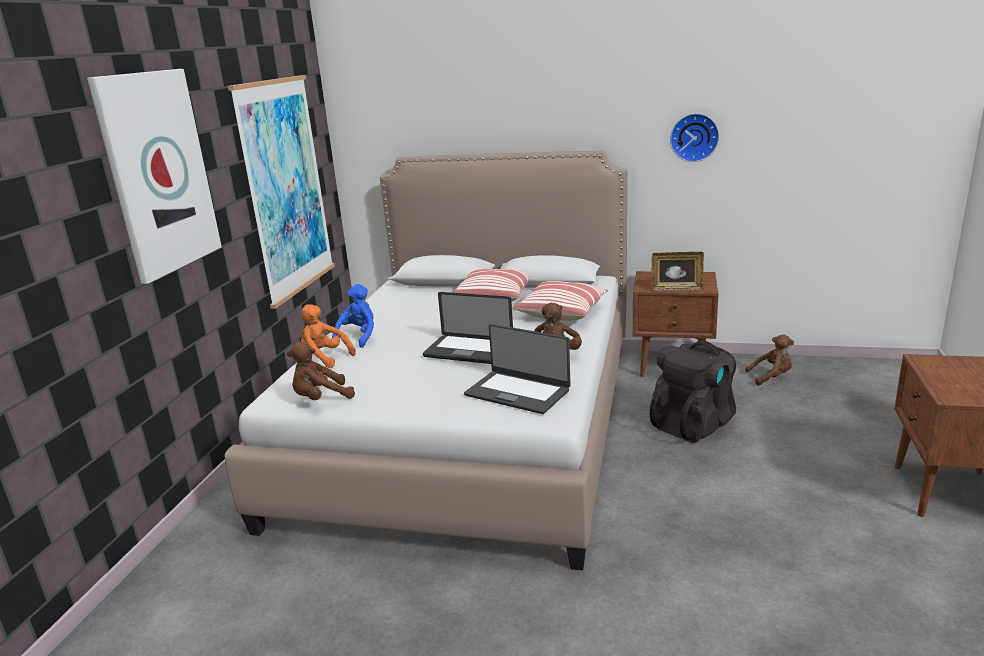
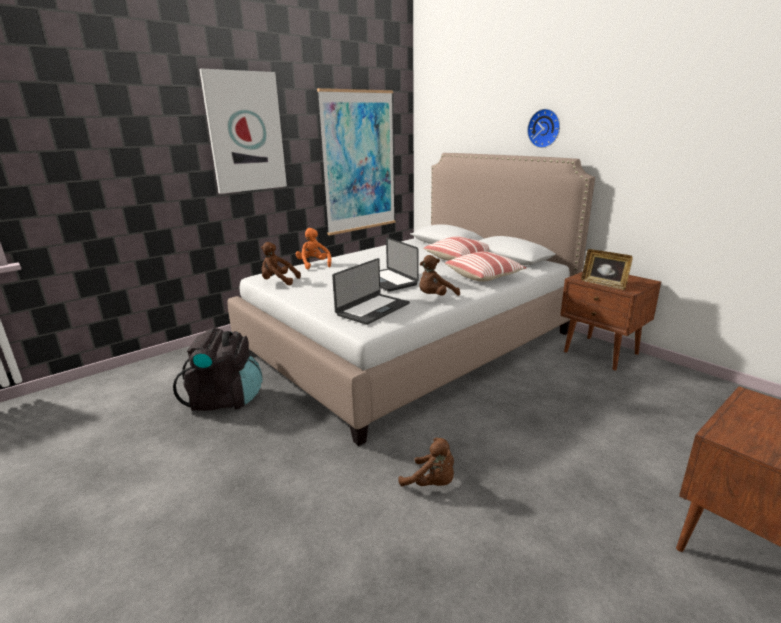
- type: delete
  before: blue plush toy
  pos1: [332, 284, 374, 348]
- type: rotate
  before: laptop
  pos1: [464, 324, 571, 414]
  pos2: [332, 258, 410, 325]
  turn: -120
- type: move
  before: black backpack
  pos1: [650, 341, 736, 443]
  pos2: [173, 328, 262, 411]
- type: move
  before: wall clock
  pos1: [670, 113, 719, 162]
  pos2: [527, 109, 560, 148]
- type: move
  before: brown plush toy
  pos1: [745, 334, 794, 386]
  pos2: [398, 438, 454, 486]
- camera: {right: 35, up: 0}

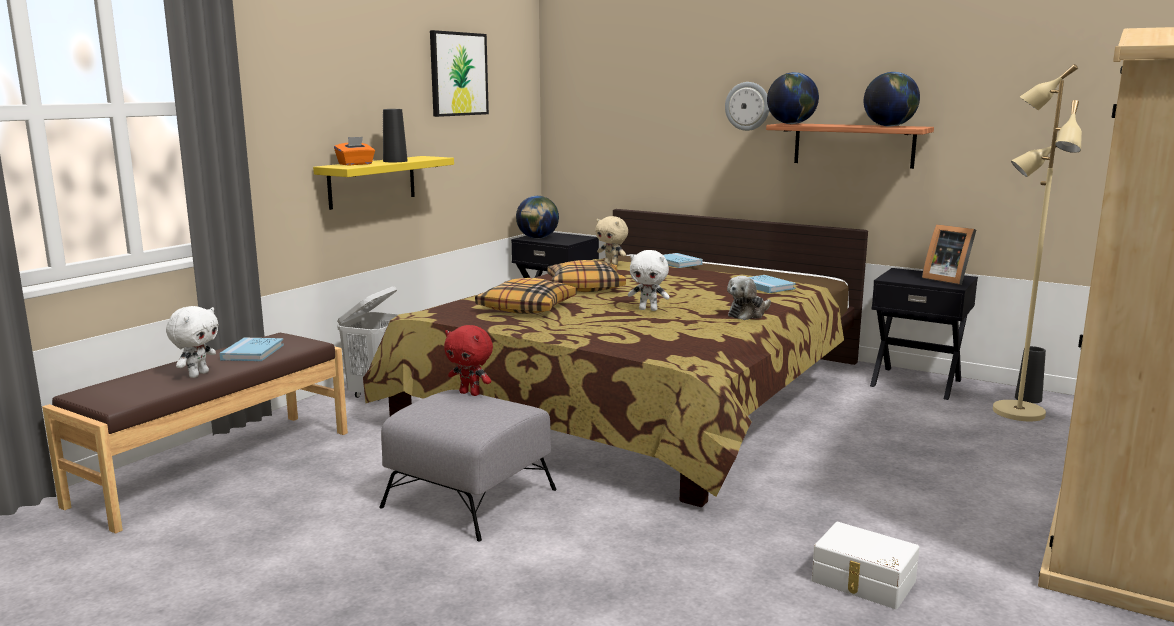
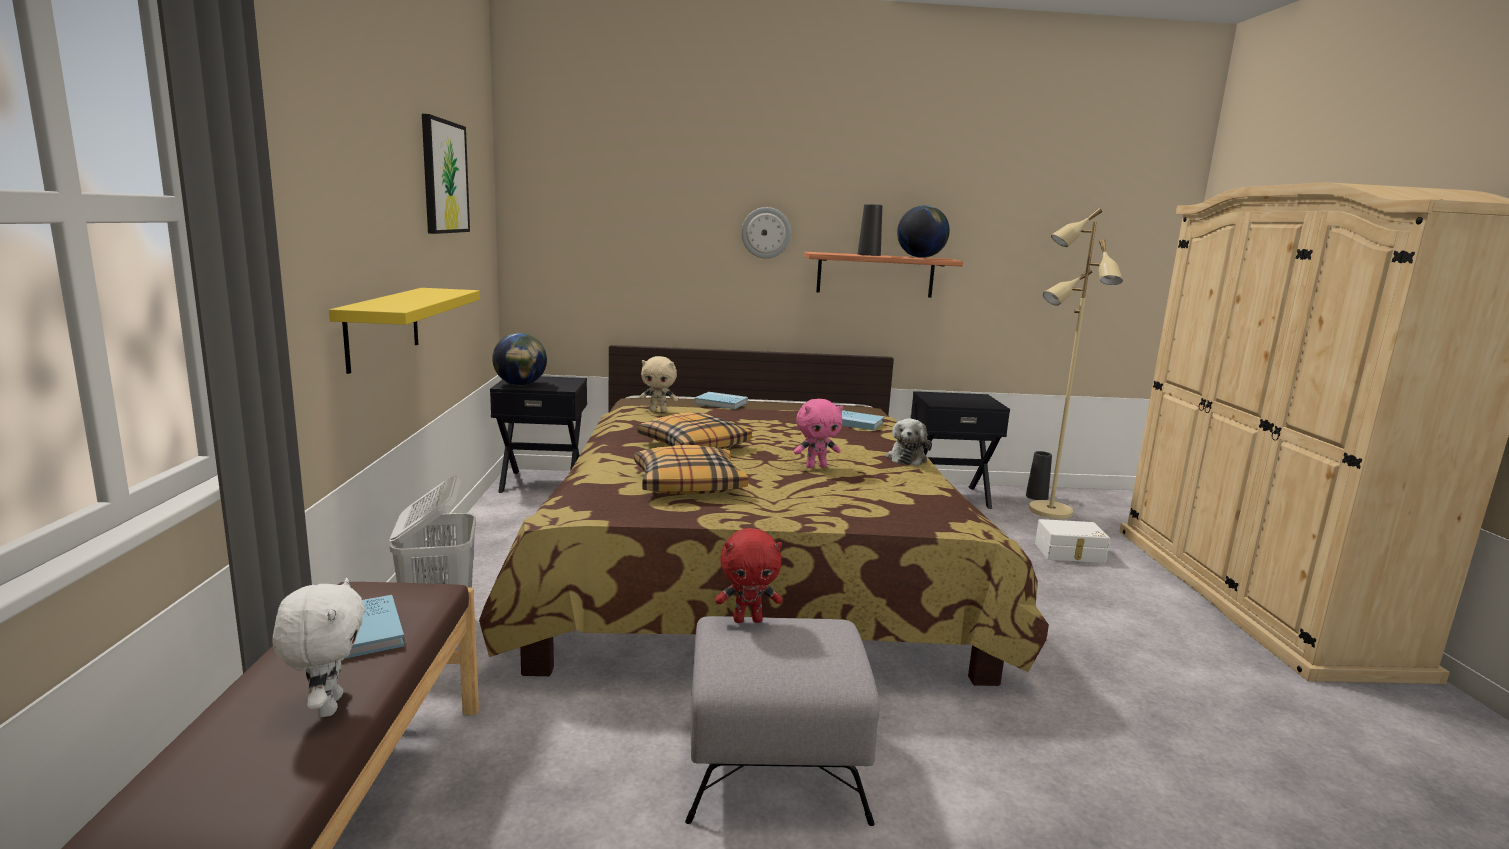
- type: delete
  before: orange tissue box
  pos1: [334, 137, 375, 165]
- type: move
  before: black vase
  pos1: [383, 109, 408, 162]
  pos2: [858, 204, 882, 256]
- type: recolor
  before: white plush toy
  after: pink plush toy
  pos1: [628, 250, 670, 311]
  pos2: [794, 399, 843, 468]
- type: delete
  before: globe
  pos1: [767, 72, 819, 124]
- type: move
  before: white storage box
  pos1: [812, 522, 919, 609]
  pos2: [1035, 519, 1110, 563]
- type: delete
  before: picture frame
  pos1: [922, 224, 976, 285]
- camera: {right: -35, up: 0}

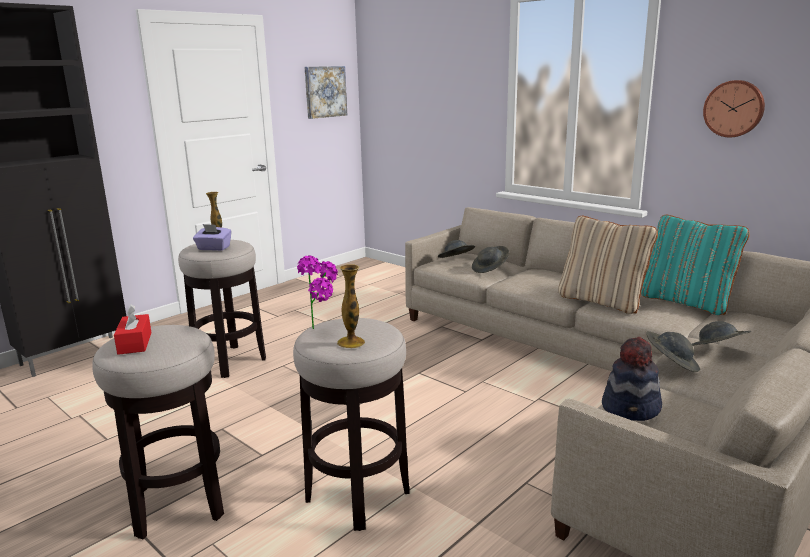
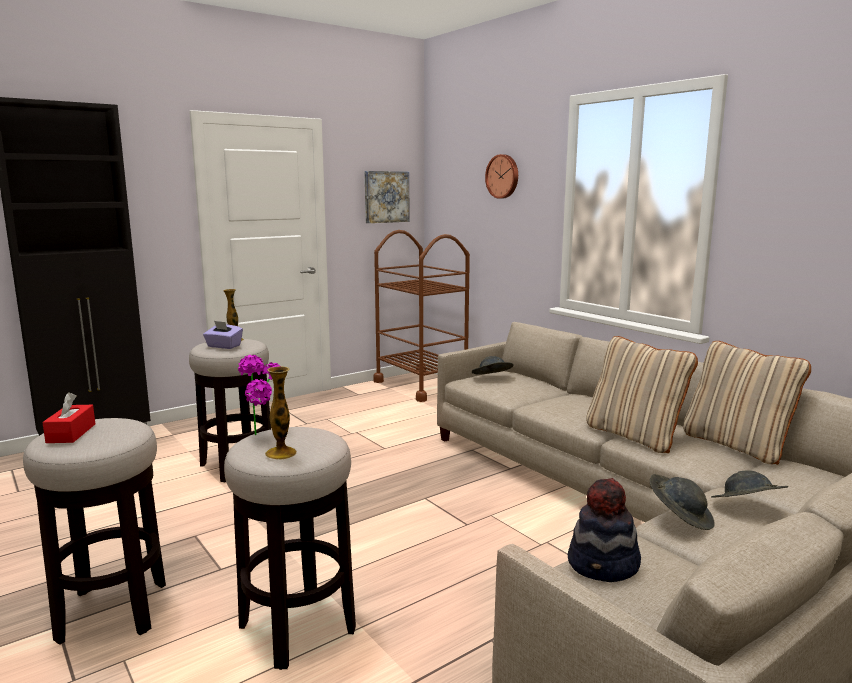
- type: delete
  before: grey hat
  pos1: [472, 246, 509, 273]
- type: recolor
  before: turquoise pillow
  after: beige pillow
  pos1: [641, 215, 749, 315]
  pos2: [683, 341, 811, 465]
- type: move
  before: wall clock
  pos1: [703, 80, 765, 137]
  pos2: [485, 154, 518, 199]
- type: insert
  after: brown cart
  pos2: [373, 230, 470, 402]
- camera: {right: 10, up: -5}

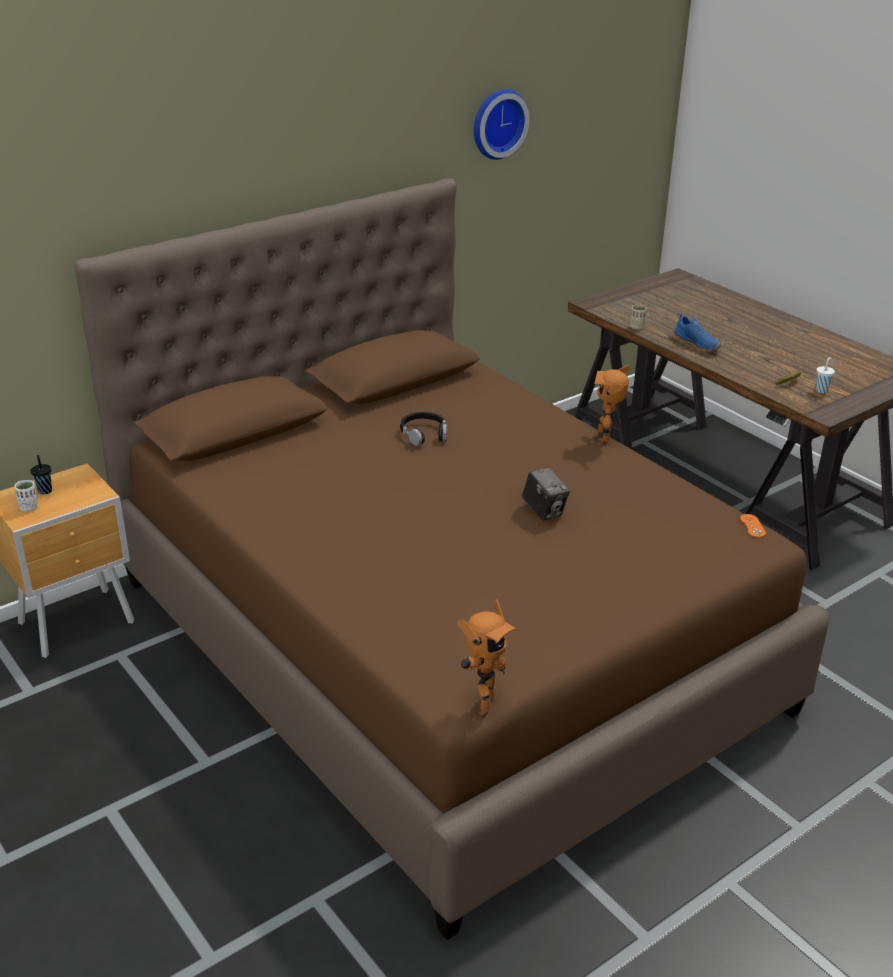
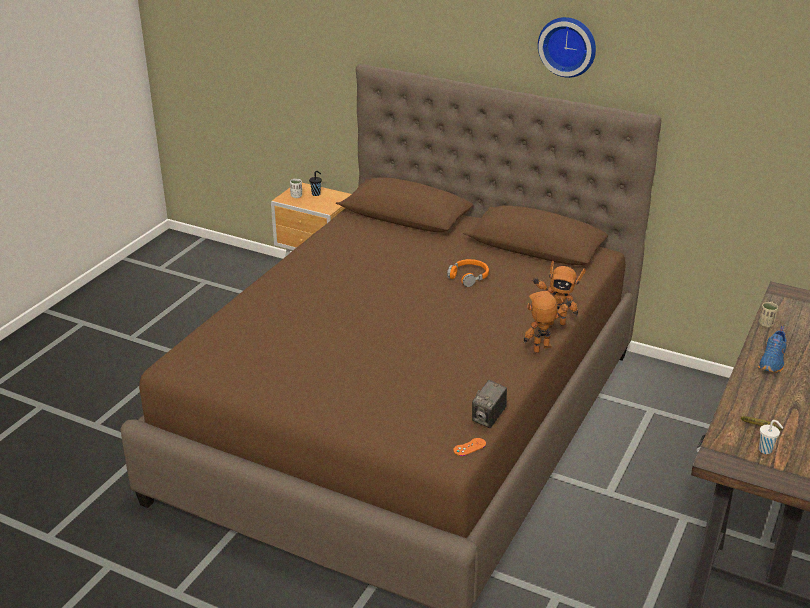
- type: recolor
  before: black headphones
  after: orange headphones
  pos1: [400, 412, 447, 446]
  pos2: [447, 259, 489, 287]
- type: move
  before: toy robot
  pos1: [457, 599, 518, 718]
  pos2: [532, 261, 586, 328]
- type: move
  before: wall clock
  pos1: [474, 89, 529, 160]
  pos2: [538, 17, 596, 78]
- type: move
  before: photo camera
  pos1: [522, 467, 570, 521]
  pos2: [472, 380, 507, 428]
- camera: {right: 65, up: 0}

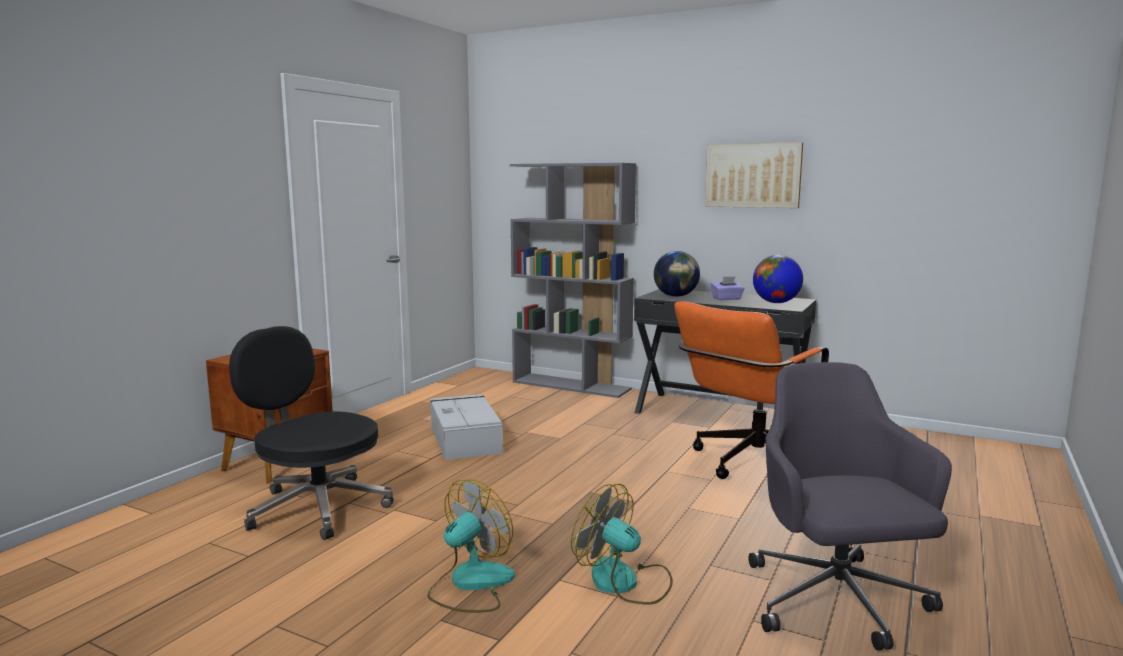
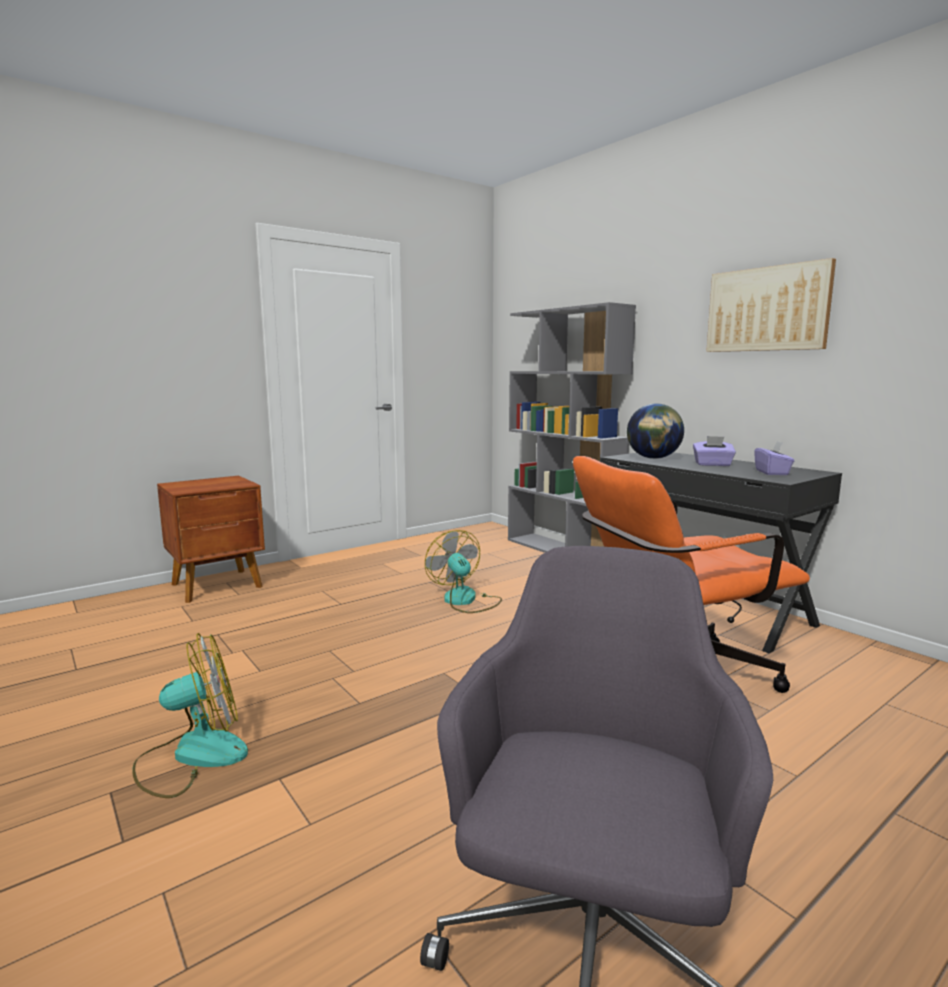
- type: delete
  before: black office chair
  pos1: [229, 326, 394, 540]
- type: delete
  before: grey storage box
  pos1: [430, 394, 503, 460]
- type: move
  before: fan
  pos1: [571, 484, 673, 605]
  pos2: [425, 530, 502, 613]
- type: replace
  before: globe
  after: purple tissue box
  pos1: [753, 255, 803, 303]
  pos2: [754, 441, 794, 475]
- camera: {right: 25, up: 0}

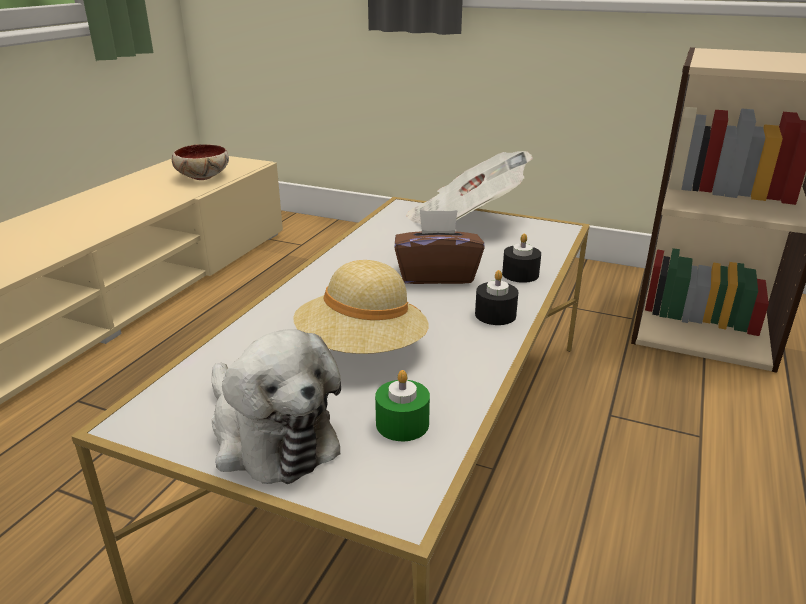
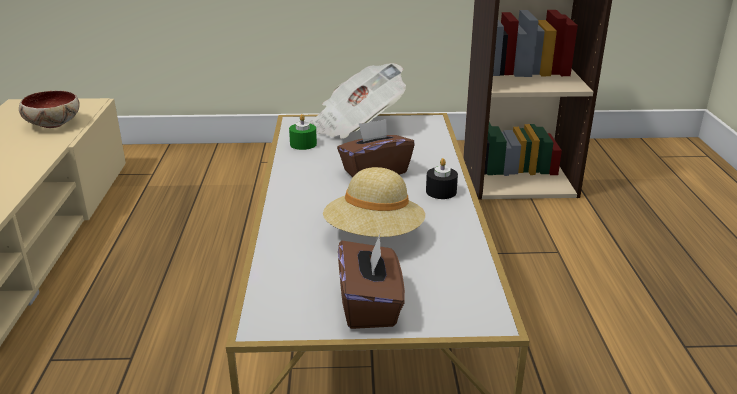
- type: replace
  before: plush toy
  after: brown tissue box
  pos1: [212, 329, 341, 484]
  pos2: [338, 235, 405, 329]
- type: move
  before: green candle
  pos1: [375, 370, 430, 441]
  pos2: [289, 114, 317, 150]
- type: delete
  before: black candle
  pos1: [502, 234, 541, 283]
- camera: {right: -25, up: 0}

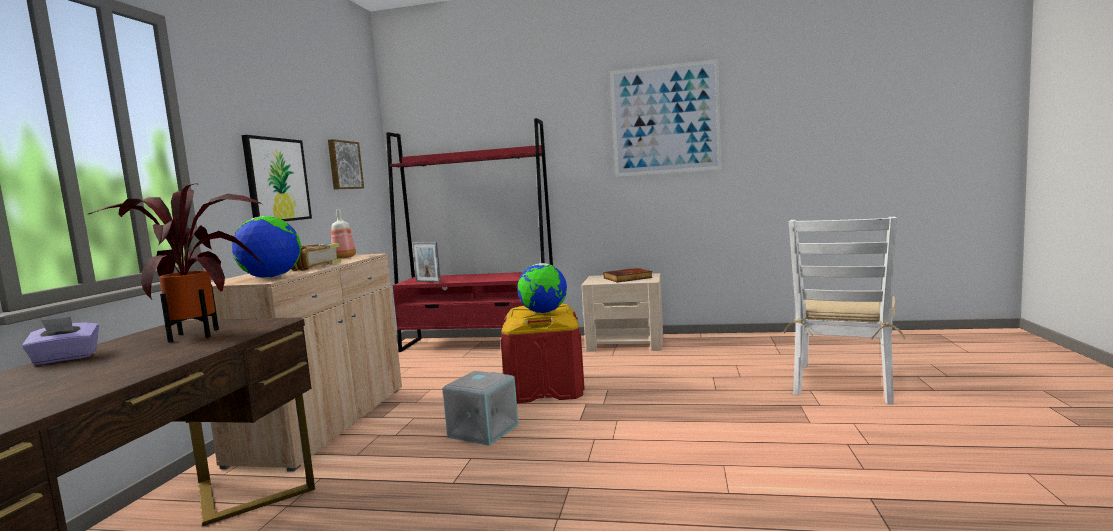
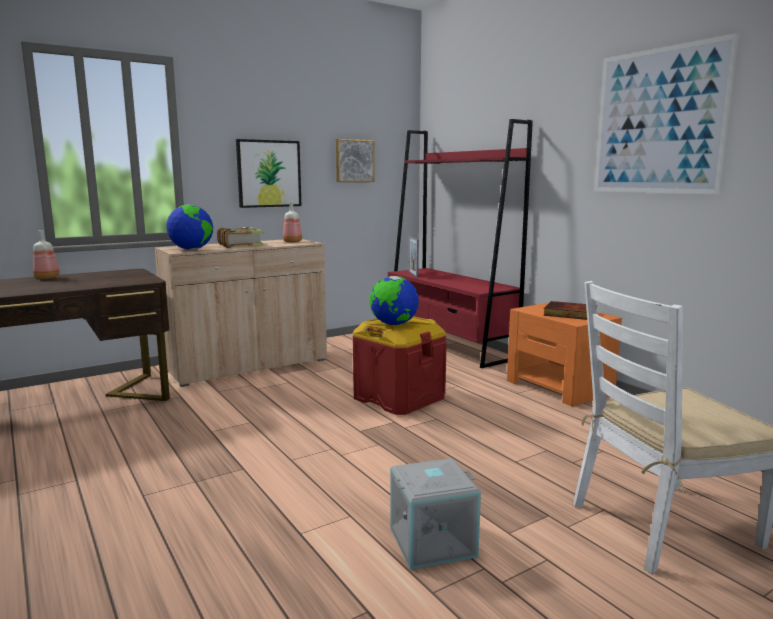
- type: replace
  before: purple tissue box
  after: bottle
  pos1: [22, 317, 99, 365]
  pos2: [33, 230, 60, 279]
- type: delete
  before: potted plant
  pos1: [87, 183, 264, 343]
- type: move
  before: grey storage box
  pos1: [442, 371, 519, 446]
  pos2: [390, 458, 481, 569]
- type: recolor
  before: beige nightstand
  after: orange nightstand
  pos1: [582, 273, 663, 351]
  pos2: [507, 303, 622, 407]
- camera: {right: 45, up: 5}

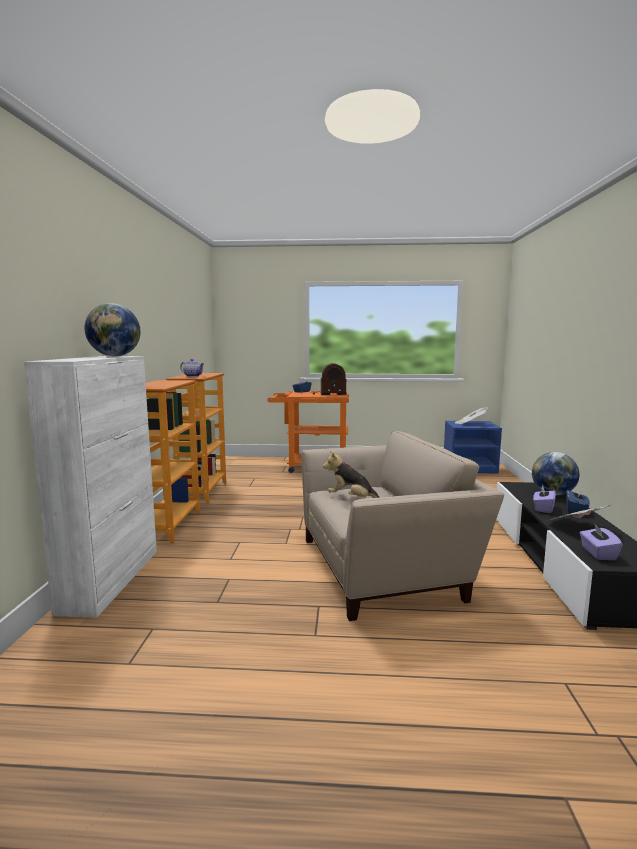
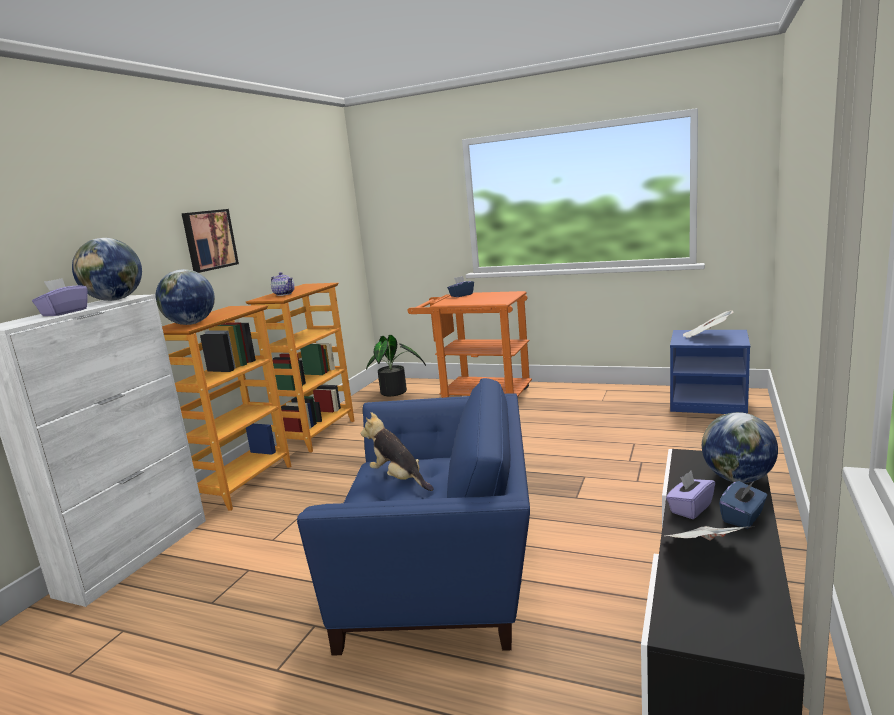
- type: recolor
  before: beige armchair
  after: blue armchair
  pos1: [302, 431, 504, 621]
  pos2: [297, 378, 530, 656]
- type: delete
  before: radio
  pos1: [312, 363, 347, 395]
- type: move
  before: purple tissue box
  pos1: [580, 523, 623, 560]
  pos2: [32, 278, 88, 316]
- type: insert
  after: globe
  pos2: [155, 269, 215, 325]
- type: insert
  after: picture
  pos2: [181, 209, 239, 273]
- type: insert
  after: potted plant
  pos2: [366, 335, 426, 396]
- camera: {right: 20, up: 5}

